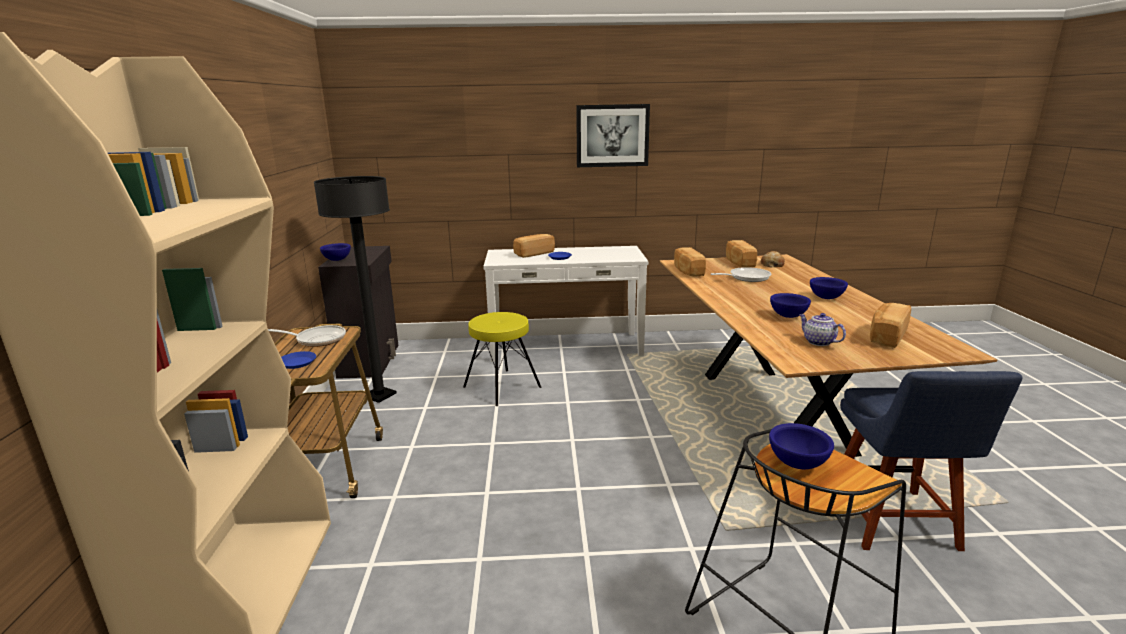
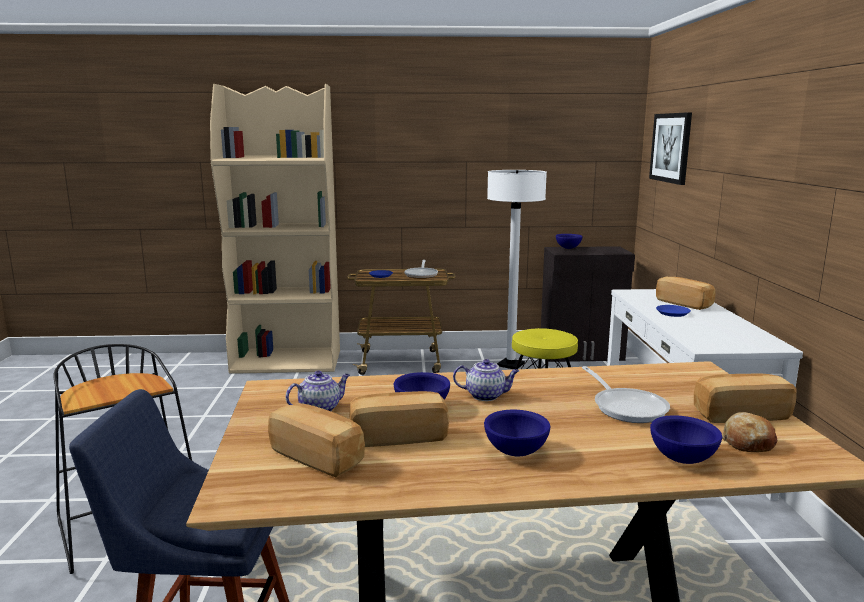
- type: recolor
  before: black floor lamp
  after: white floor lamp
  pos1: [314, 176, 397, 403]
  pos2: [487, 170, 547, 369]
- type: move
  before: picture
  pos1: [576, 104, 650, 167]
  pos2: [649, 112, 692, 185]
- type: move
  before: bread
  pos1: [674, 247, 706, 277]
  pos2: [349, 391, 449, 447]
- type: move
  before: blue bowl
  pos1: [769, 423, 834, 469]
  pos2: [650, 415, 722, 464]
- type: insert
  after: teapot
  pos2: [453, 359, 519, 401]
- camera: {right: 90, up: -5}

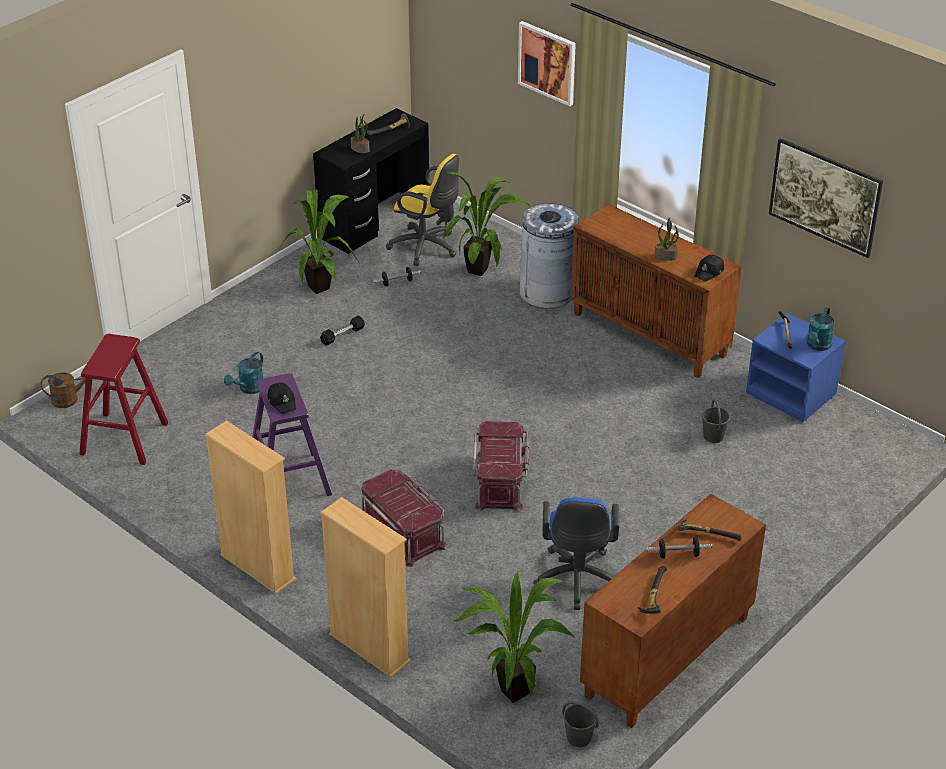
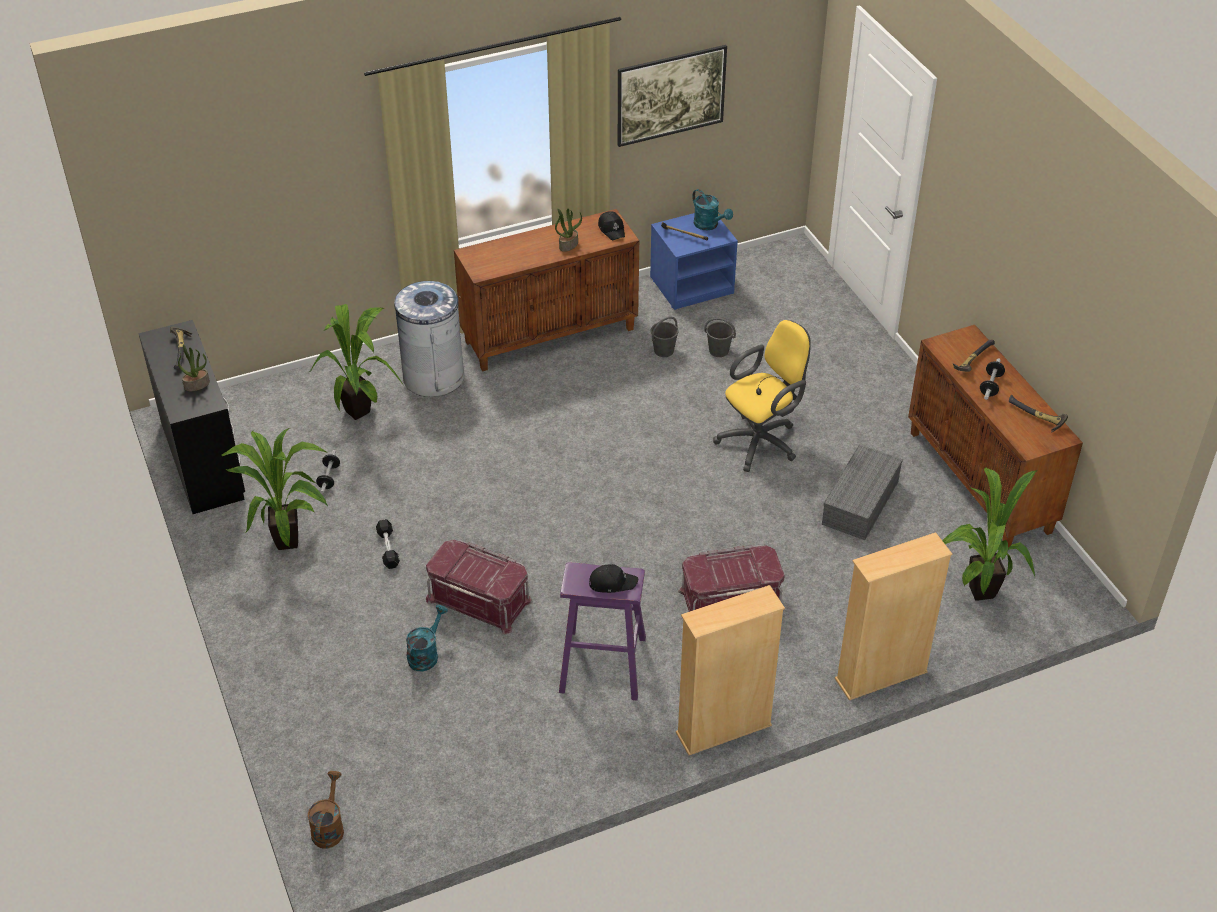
- type: delete
  before: red stool
  pos1: [79, 334, 168, 465]
- type: rotate
  before: turquoise watering can
  pos1: [224, 352, 263, 394]
  pos2: [406, 605, 448, 672]
  turn: -120
- type: move
  before: yellow office chair
  pos1: [386, 154, 459, 266]
  pos2: [713, 320, 811, 472]
- type: move
  before: red storage box
  pos1: [473, 421, 530, 512]
  pos2: [426, 540, 533, 634]
- type: delete
  before: picture
  pos1: [518, 21, 576, 106]
- type: replace
  before: blue office chair
  after: grey storage box
  pos1: [533, 497, 619, 610]
  pos2: [822, 444, 903, 540]
- type: move
  before: grey bucket
  pos1: [562, 701, 599, 747]
  pos2: [651, 316, 678, 357]
- camera: {right: -65, up: 5}

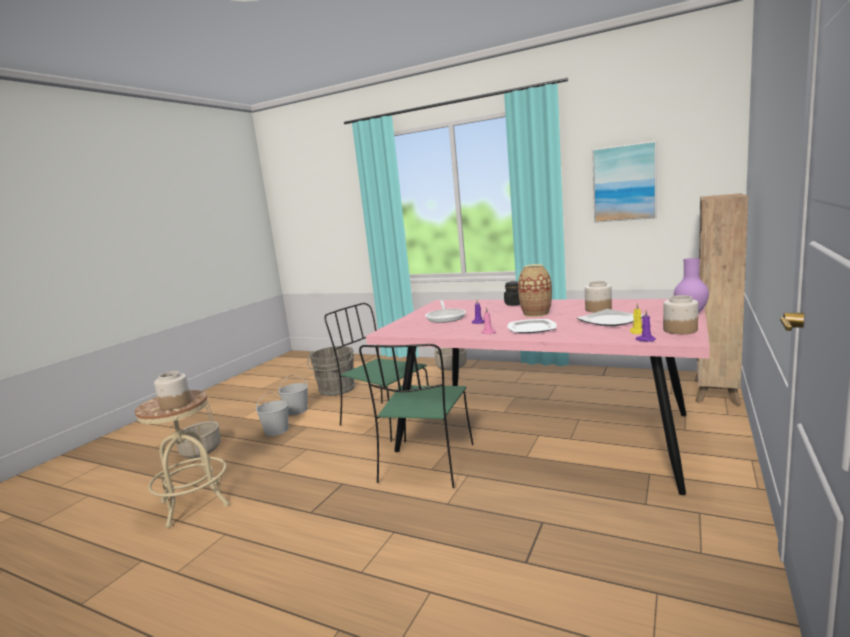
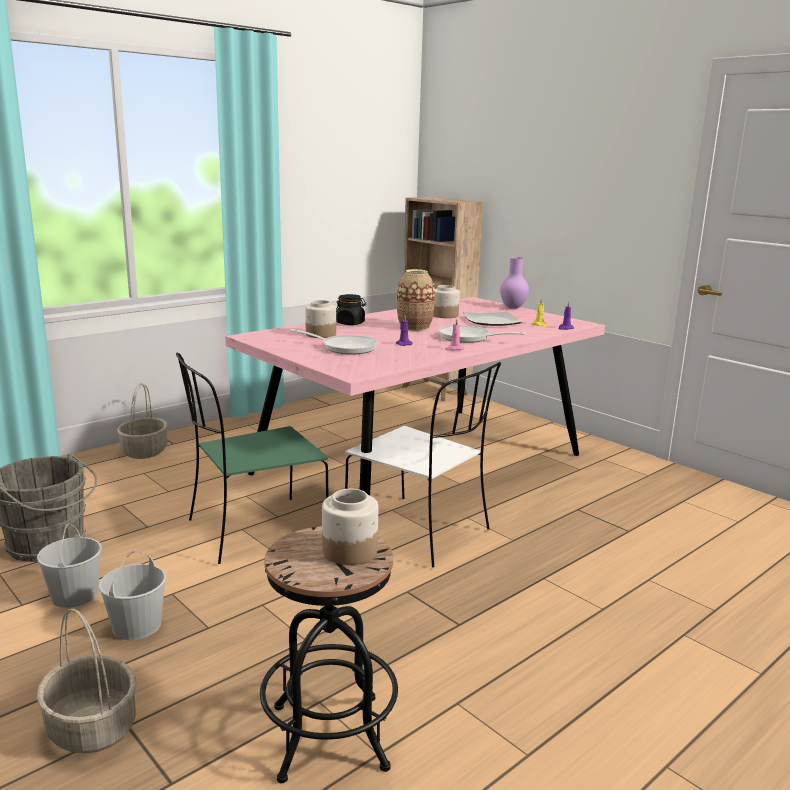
- type: recolor
  before: beige stool
  after: black stool
  pos1: [135, 390, 229, 528]
  pos2: [260, 526, 398, 783]
- type: recolor
  before: green chair
  after: white chair
  pos1: [359, 344, 474, 488]
  pos2: [345, 362, 501, 567]
- type: replace
  before: plate
  after: frying pan
  pos1: [507, 319, 557, 333]
  pos2: [438, 325, 526, 343]
- type: delete
  before: picture
  pos1: [592, 141, 657, 223]
- type: move
  before: jar
  pos1: [663, 295, 698, 334]
  pos2: [305, 300, 336, 338]
- camera: {right: -70, up: 5}

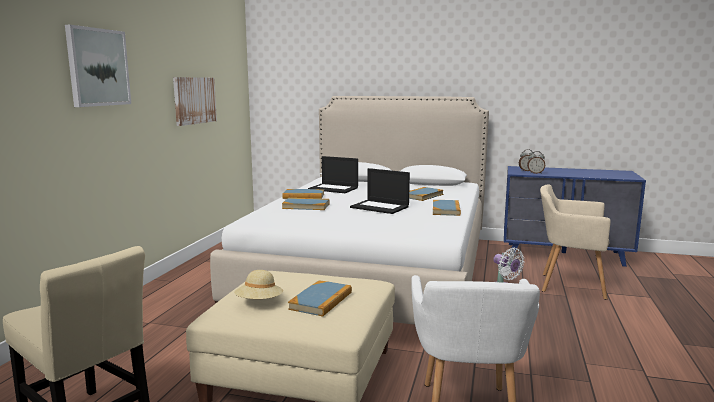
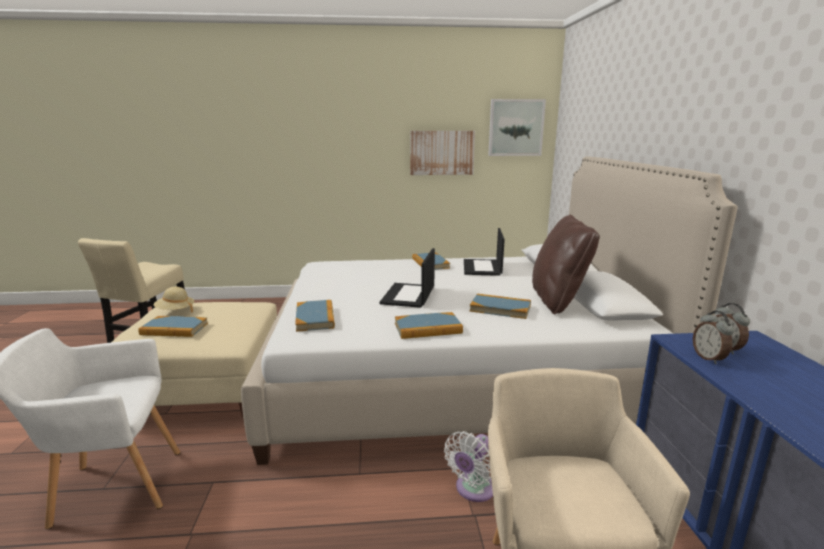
- type: move
  before: picture
  pos1: [65, 25, 131, 107]
  pos2: [488, 99, 546, 156]
- type: move
  before: book
  pos1: [282, 198, 330, 210]
  pos2: [295, 300, 335, 332]
- type: insert
  after: brown pillow
  pos2: [532, 215, 599, 314]
- camera: {right: 70, up: 5}

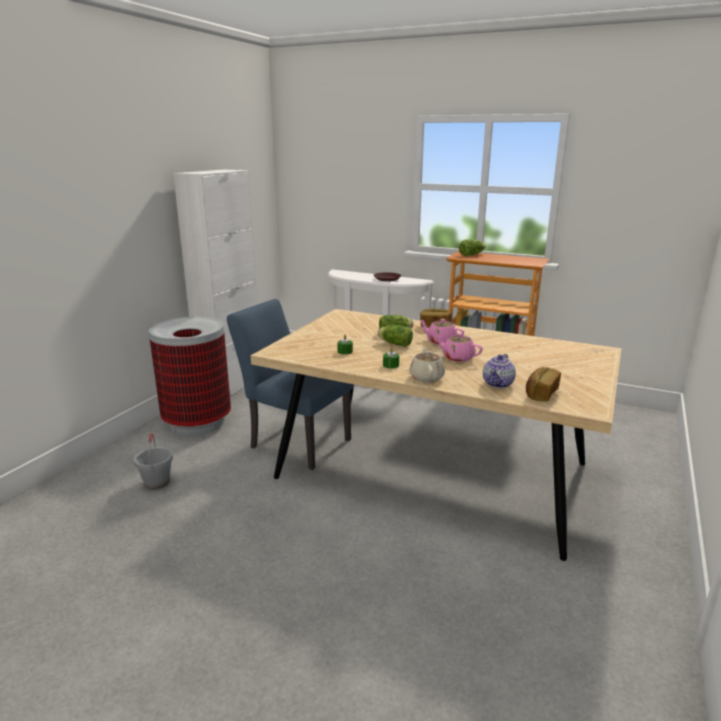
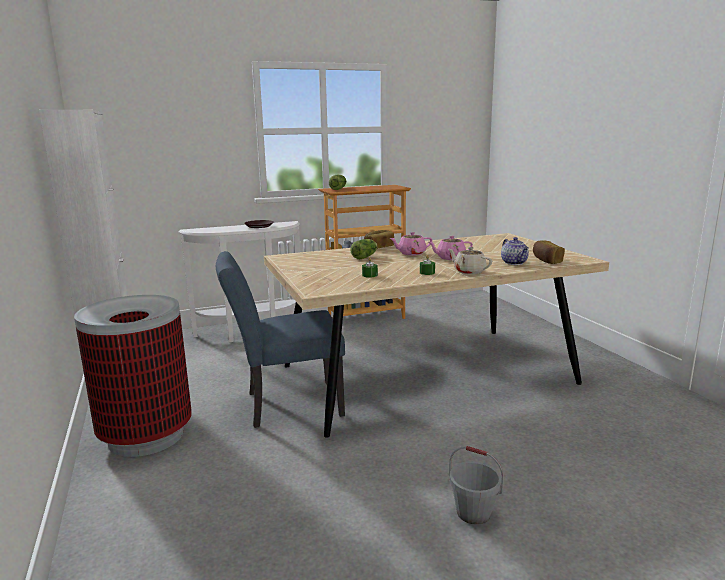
- type: move
  before: grey bucket
  pos1: [134, 433, 173, 489]
  pos2: [449, 446, 504, 525]
- type: delete
  before: lettuce
  pos1: [378, 325, 413, 347]
- camera: {right: -45, up: -5}

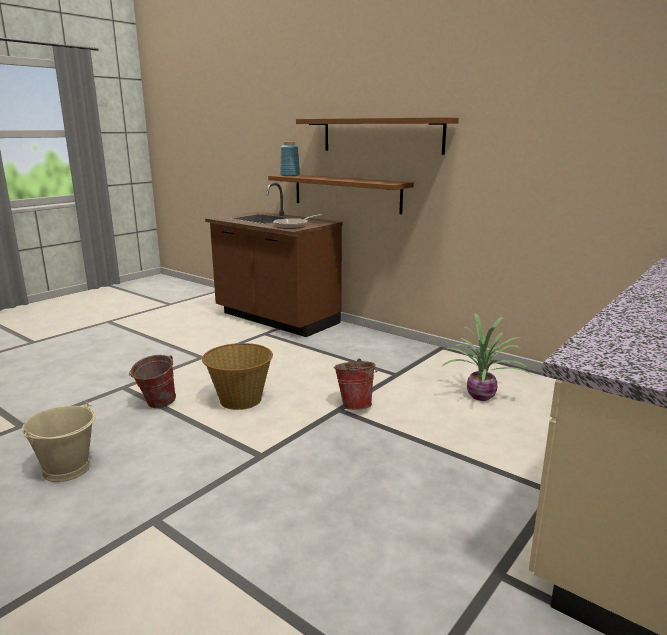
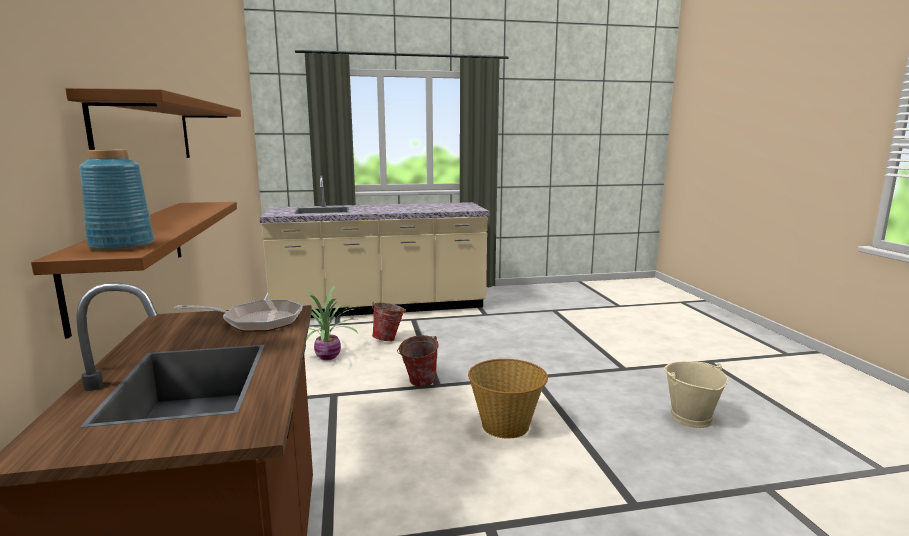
- type: move
  before: bucket
  pos1: [129, 355, 176, 408]
  pos2: [372, 301, 406, 341]
- camera: {right: -140, up: -5}

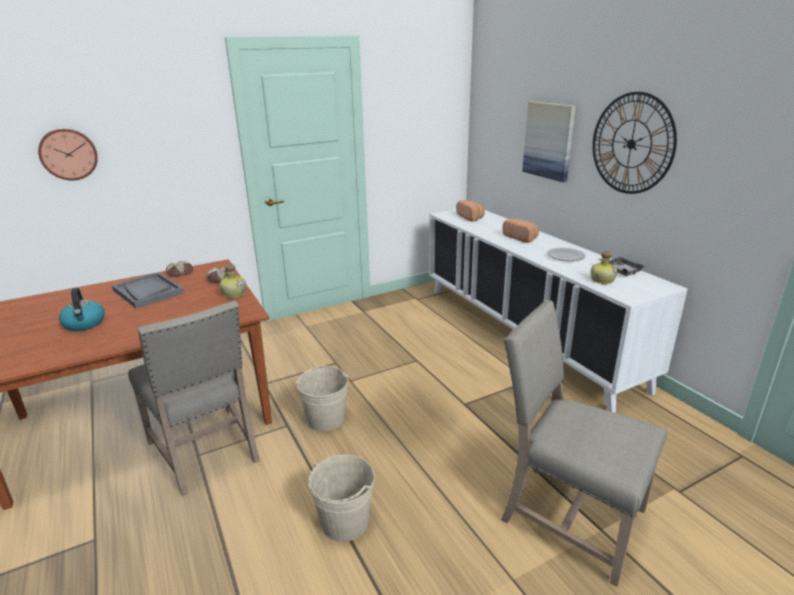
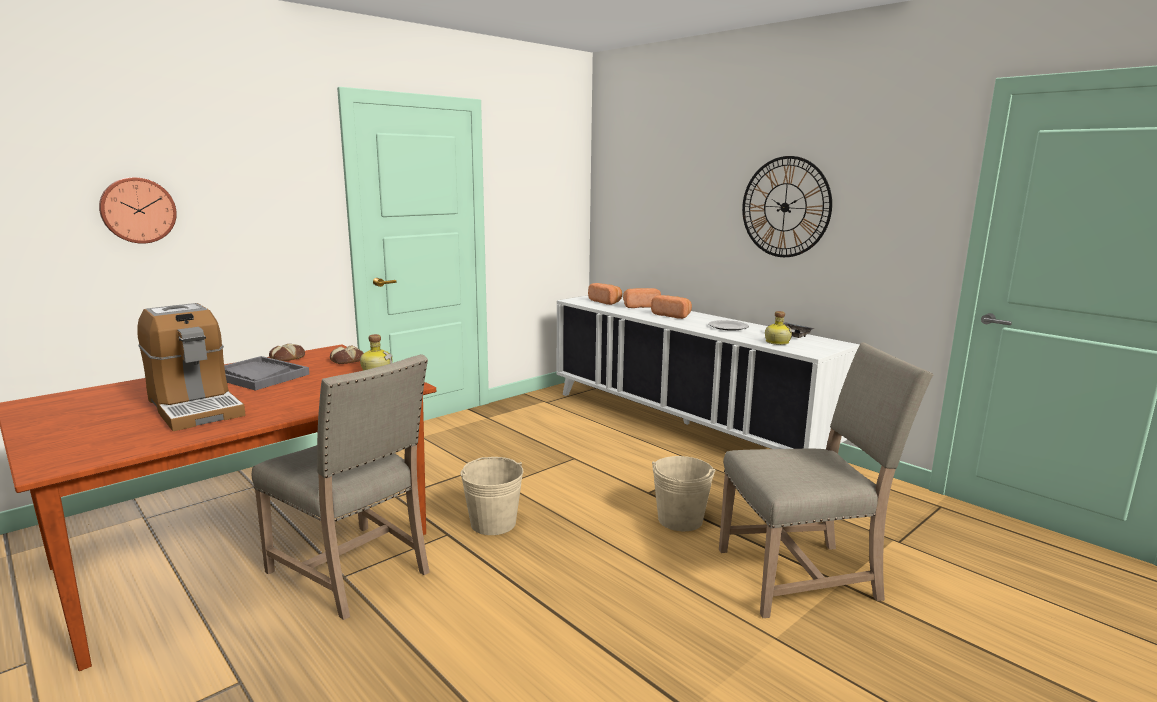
- type: replace
  before: kettle
  after: coffee machine
  pos1: [59, 288, 105, 331]
  pos2: [137, 303, 246, 431]
- type: move
  before: beige bucket
  pos1: [308, 455, 375, 542]
  pos2: [652, 456, 716, 531]
- type: rotate
  before: beige chair
  pos1: [501, 300, 667, 587]
  pos2: [719, 342, 933, 618]
  turn: 150
- type: delete
  before: picture
  pos1: [522, 101, 576, 182]
- type: insert
  after: bread
  pos2: [623, 288, 661, 308]
- camera: {right: -15, up: -10}

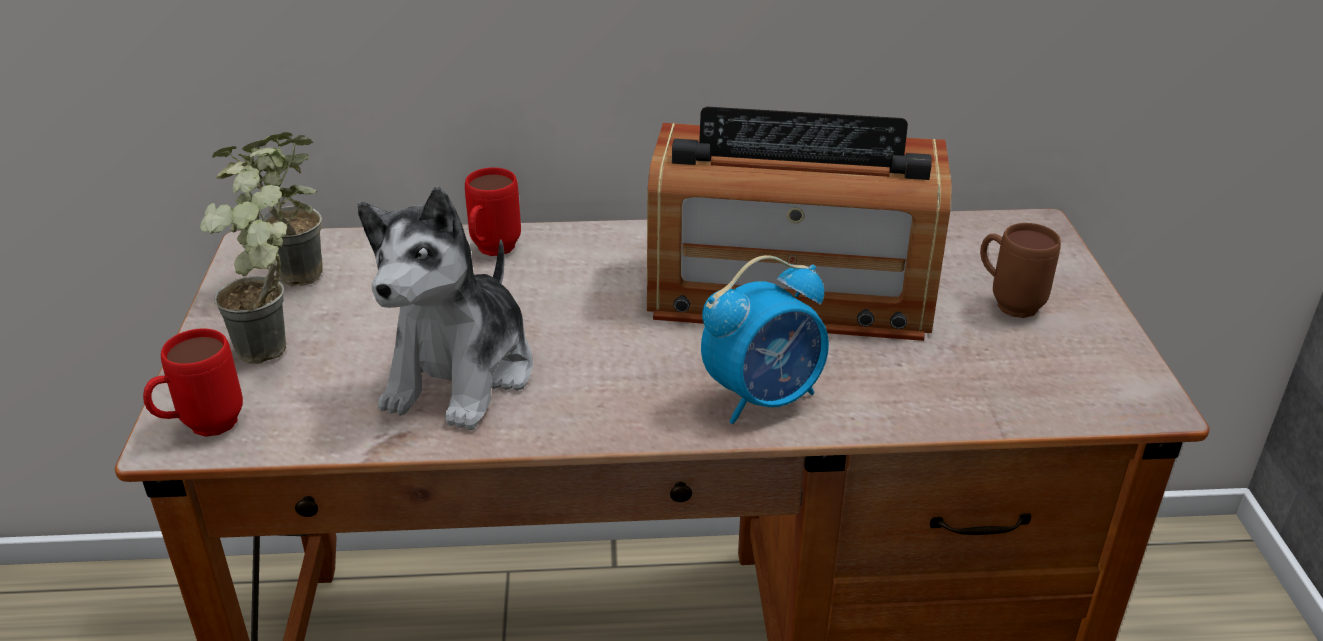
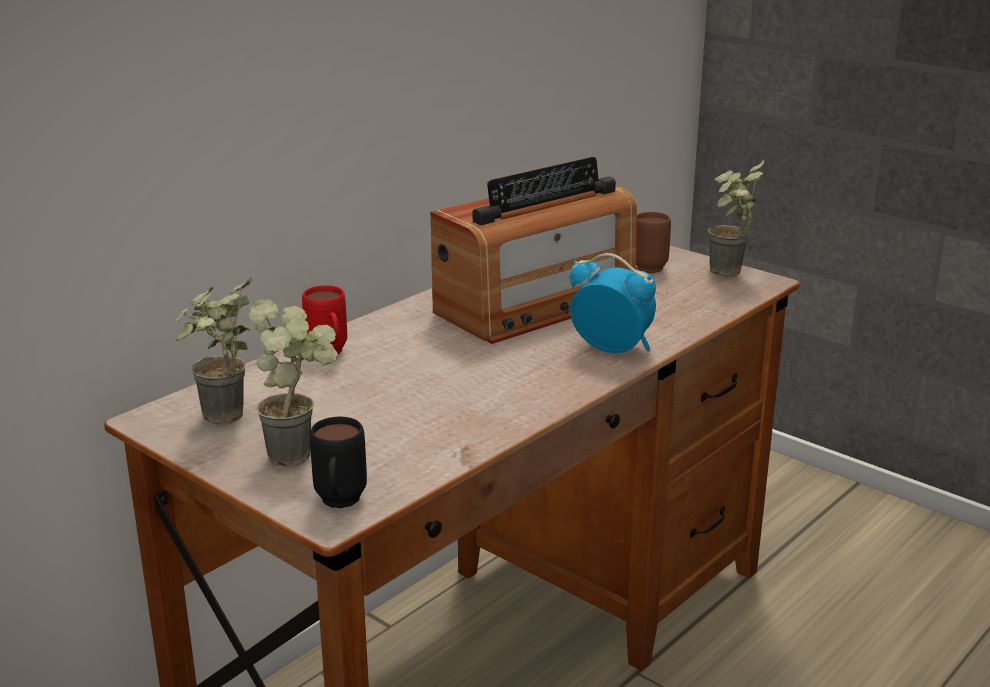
- type: recolor
  before: red mug
  after: black mug
  pos1: [143, 328, 243, 437]
  pos2: [310, 417, 367, 508]
- type: delete
  before: plush toy
  pos1: [357, 187, 533, 430]
- type: rotate
  before: alarm clock
  pos1: [701, 255, 829, 424]
  pos2: [570, 253, 656, 353]
  turn: -75
- type: insert
  after: potted plant
  pos2: [708, 160, 764, 277]
- camera: {right: -45, up: -10}

